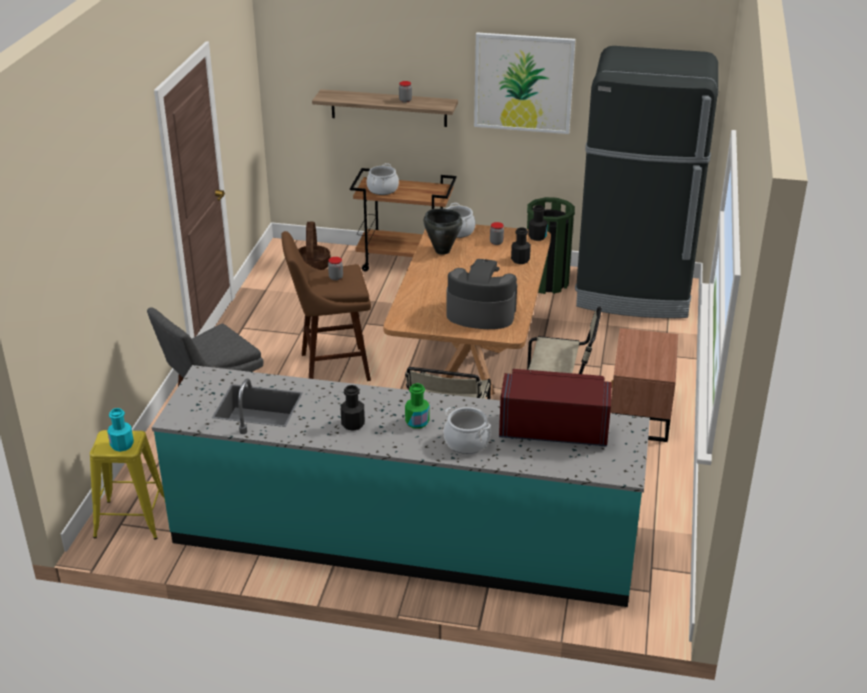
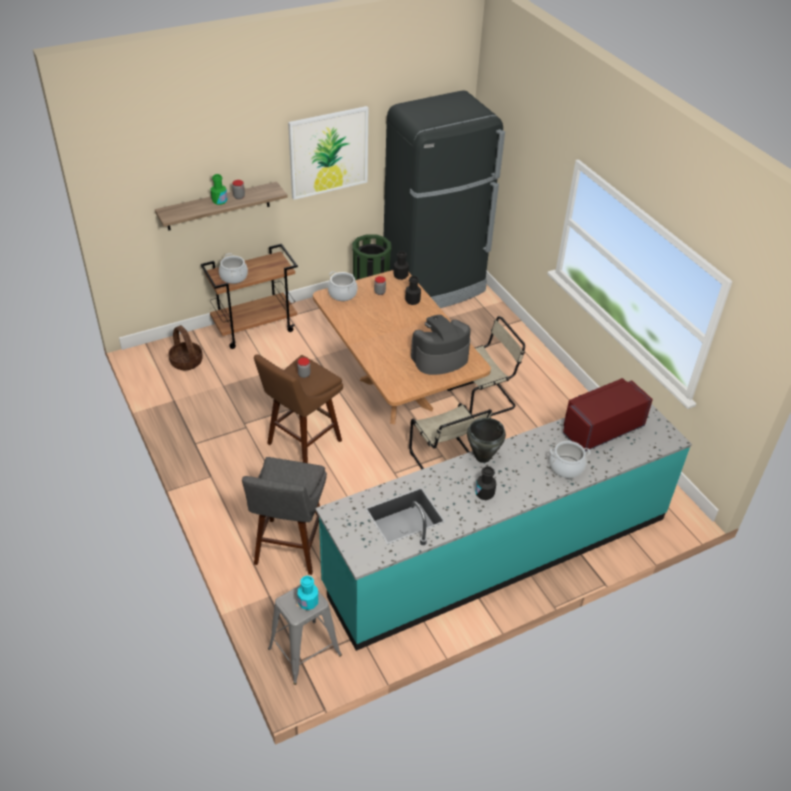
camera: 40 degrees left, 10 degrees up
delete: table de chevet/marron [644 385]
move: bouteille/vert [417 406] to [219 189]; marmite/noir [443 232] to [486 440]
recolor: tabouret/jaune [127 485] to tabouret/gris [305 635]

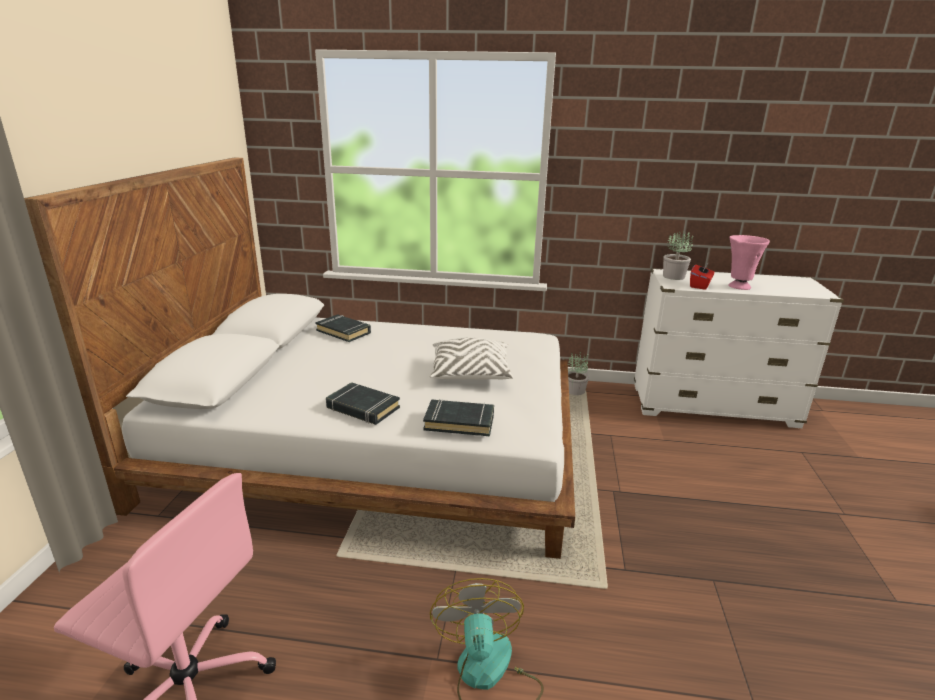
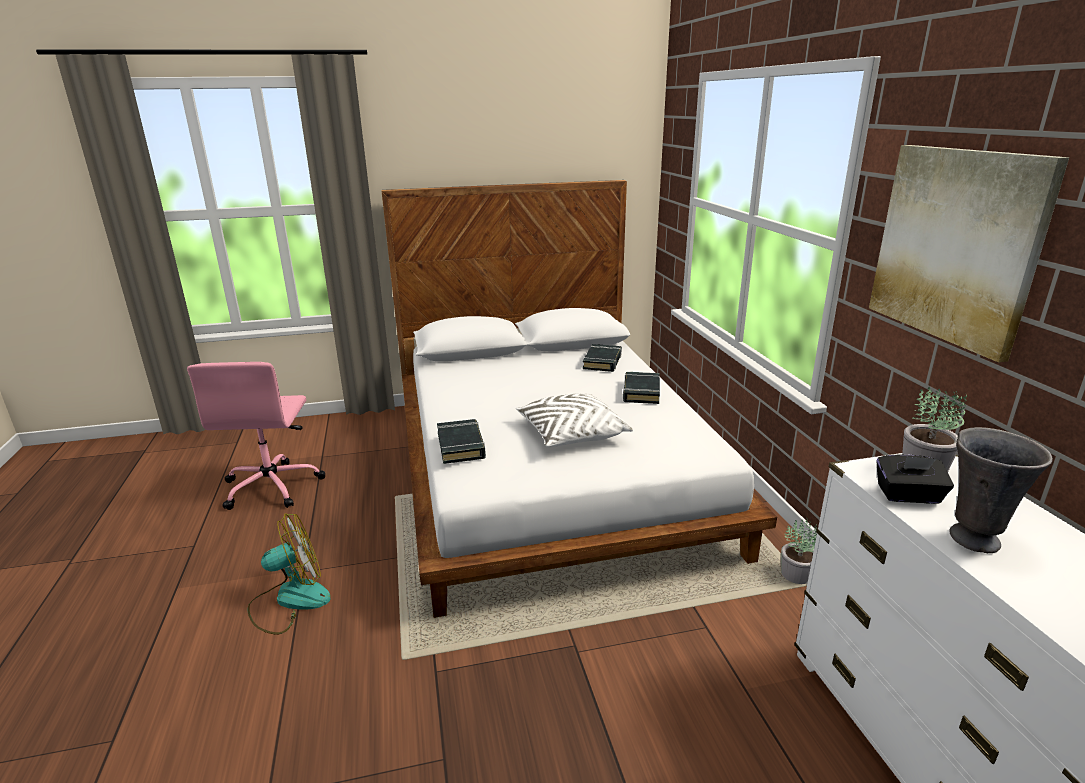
camera: 70 degrees right, 0 degrees up
insert: tableau [969 253]
move: livre/noir [363 403] to [641 388]
recolor: boîte à mouchoirs/rouge [702 275] to boîte à mouchoirs/noir [915 479]; vase/rose [749 262] to vase/gris [1001 490]

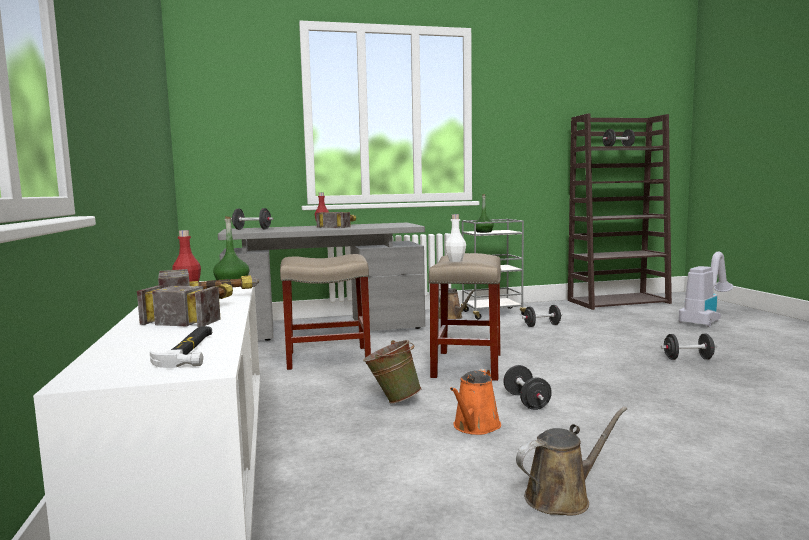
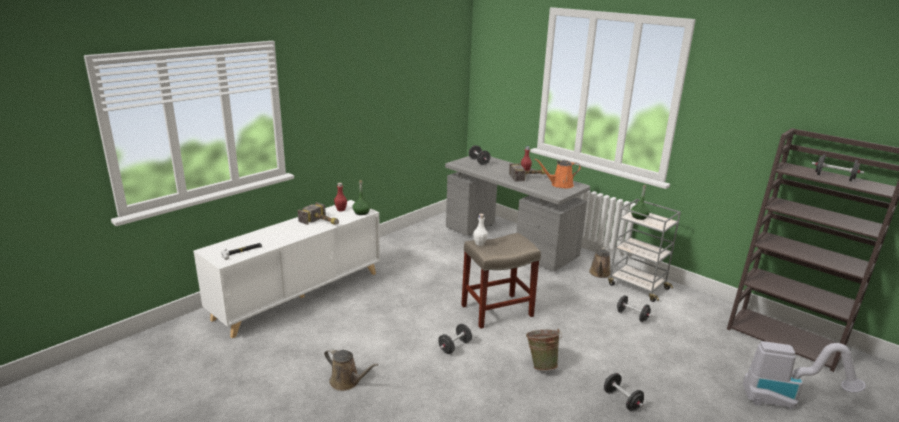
camera: 55 degrees right, 15 degrees up
delete: marteau [185 305]; tabouret/beige [325 312]
move: seau/vert [392 371] to [544 350]; arrosoir/orange [475 402] to [558 173]

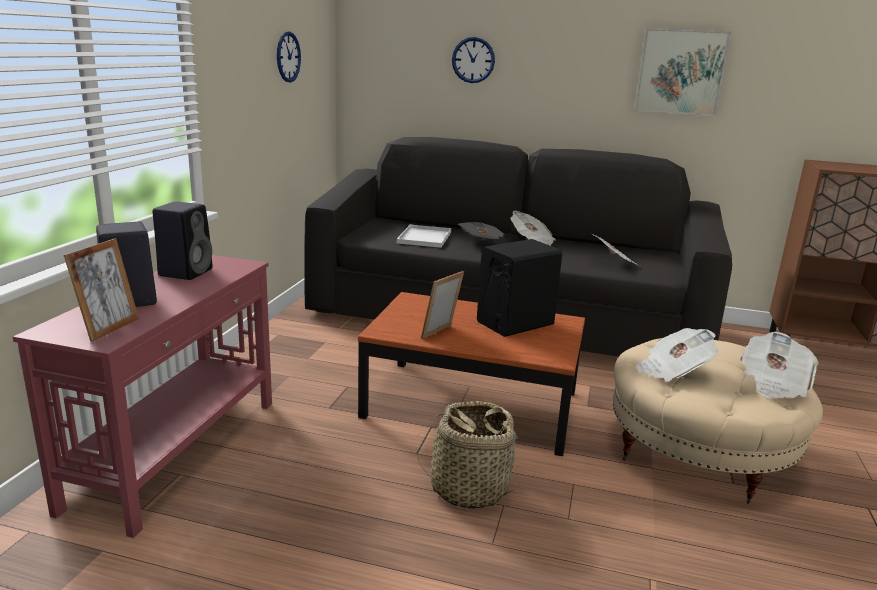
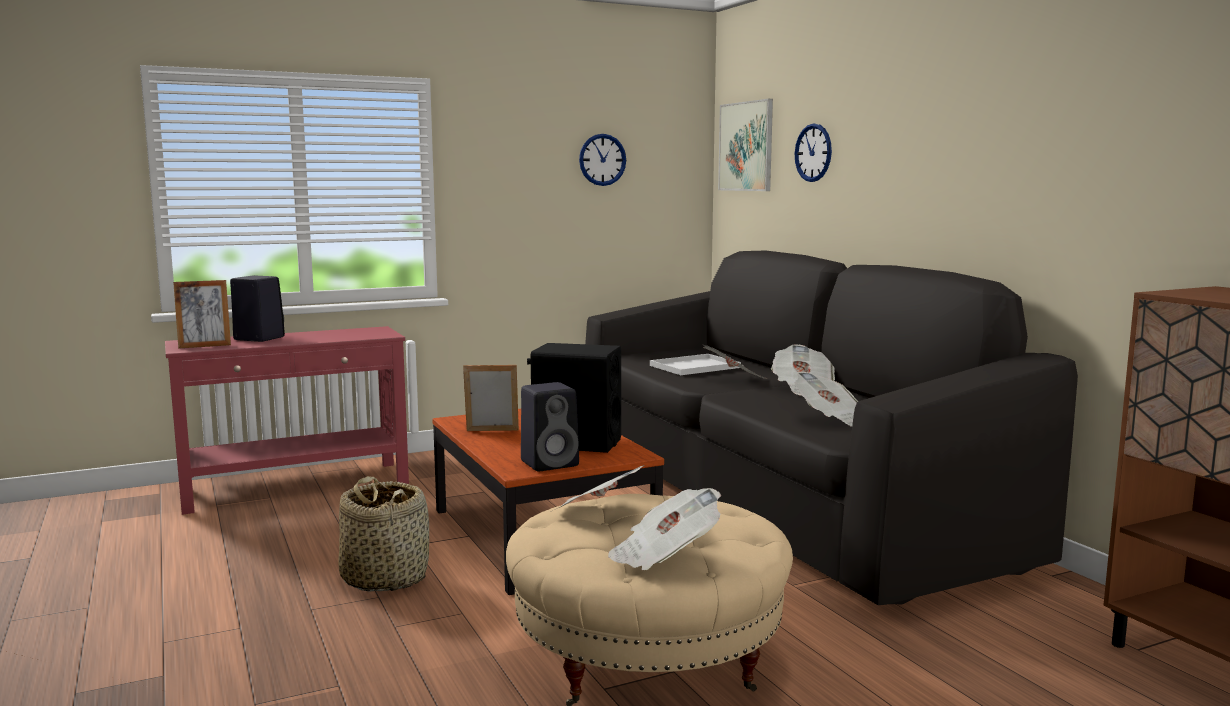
camera: 50 degrees right, 10 degrees down
move: enceinte/noir [182 240] to [550 426]; tableau [682 72] to [745 145]

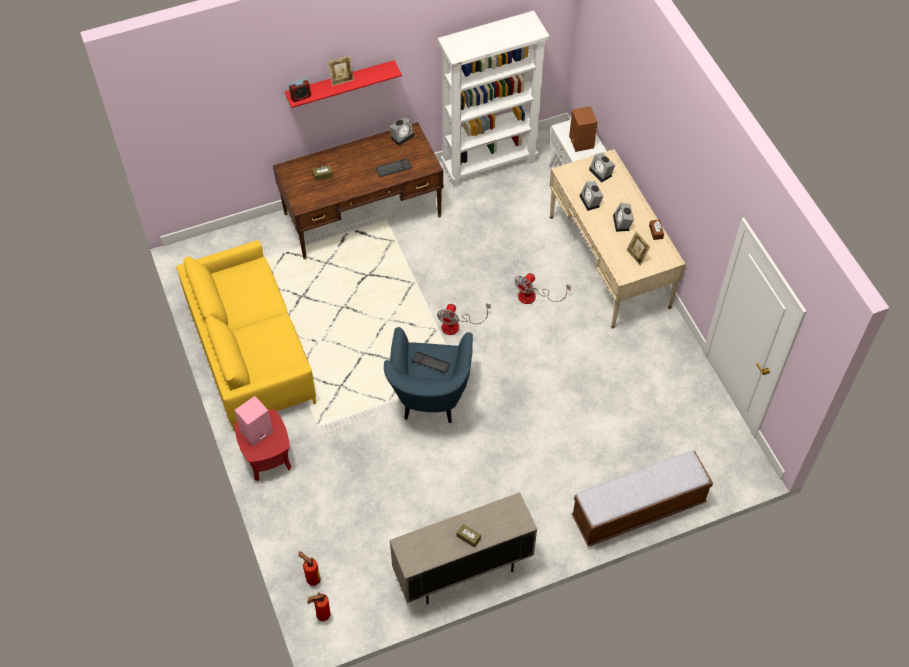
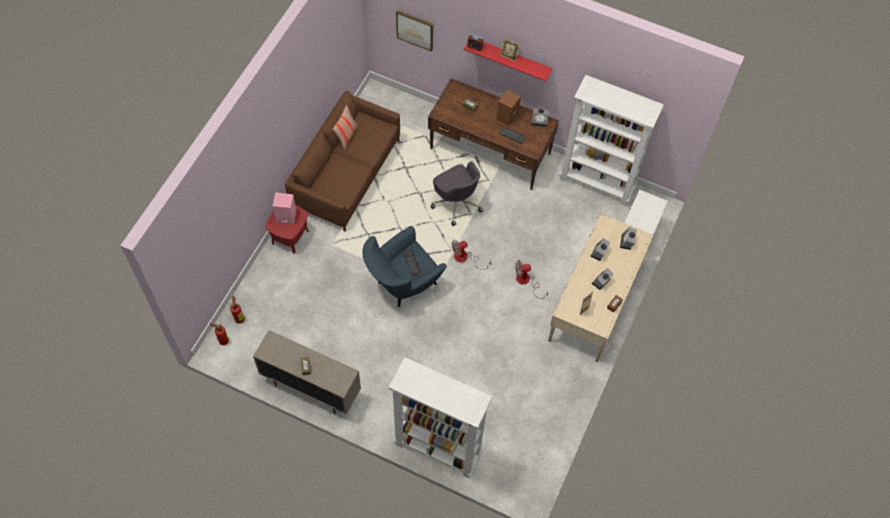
camera: 45 degrees right, 5 degrees up
insert: coussin [345 127]; tableau [414 31]; chaise de bureau/gris [457 193]
move: enceinte/marron [583 129] to [509 108]
replace: banc [642 499] to bibliothèque/blanc [441 417]
recolor: canapé/jaune [246 336] to canapé/marron [342 161]

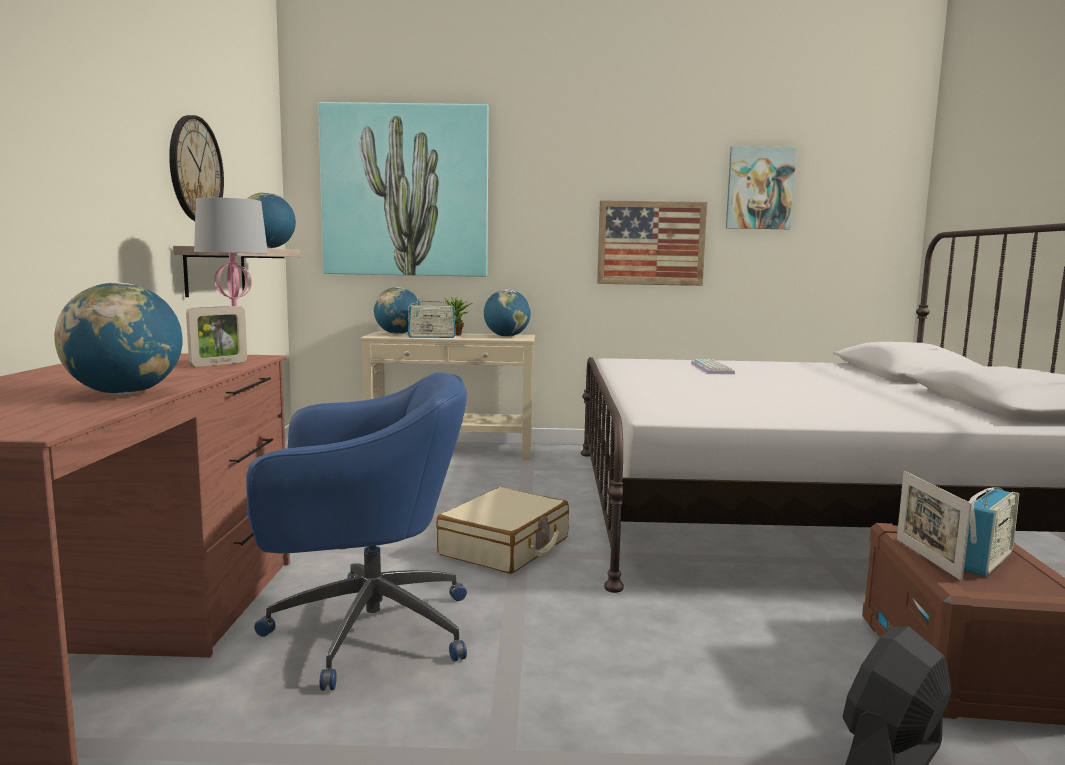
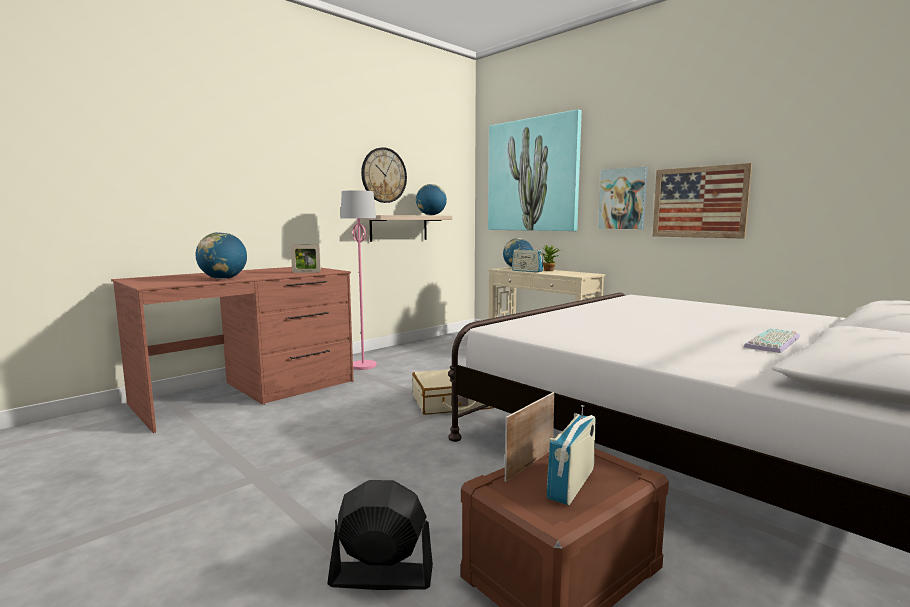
camera: 45 degrees right, 0 degrees up
delete: chaise de bureau/bleu [356 531]; globe [507 313]
move: clavier [713 366] to [772 340]; tableau [761 187] to [623 197]
rotate: radio [992 532] = [571 455] 120 degrees clockwise

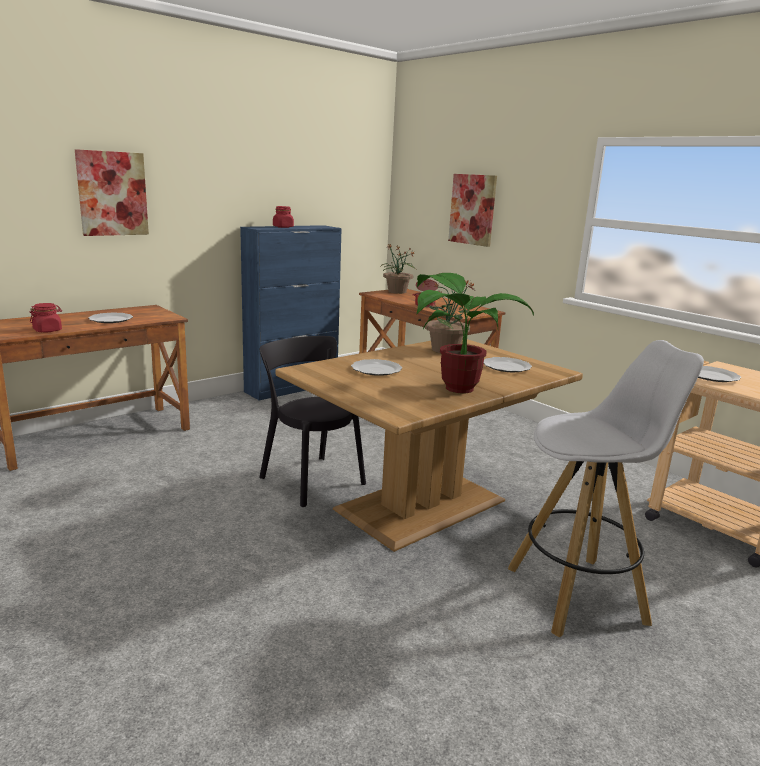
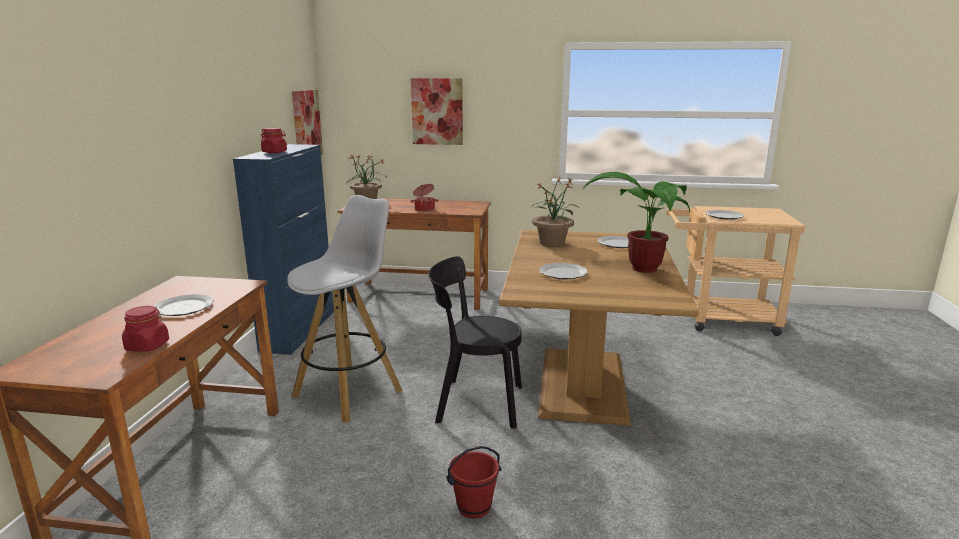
camera: 40 degrees left, 0 degrees up
insert: seau/rouge [474 482]
move: tableau [112 192] to [307 122]; tabouret/blanc [606 488] to [345 309]

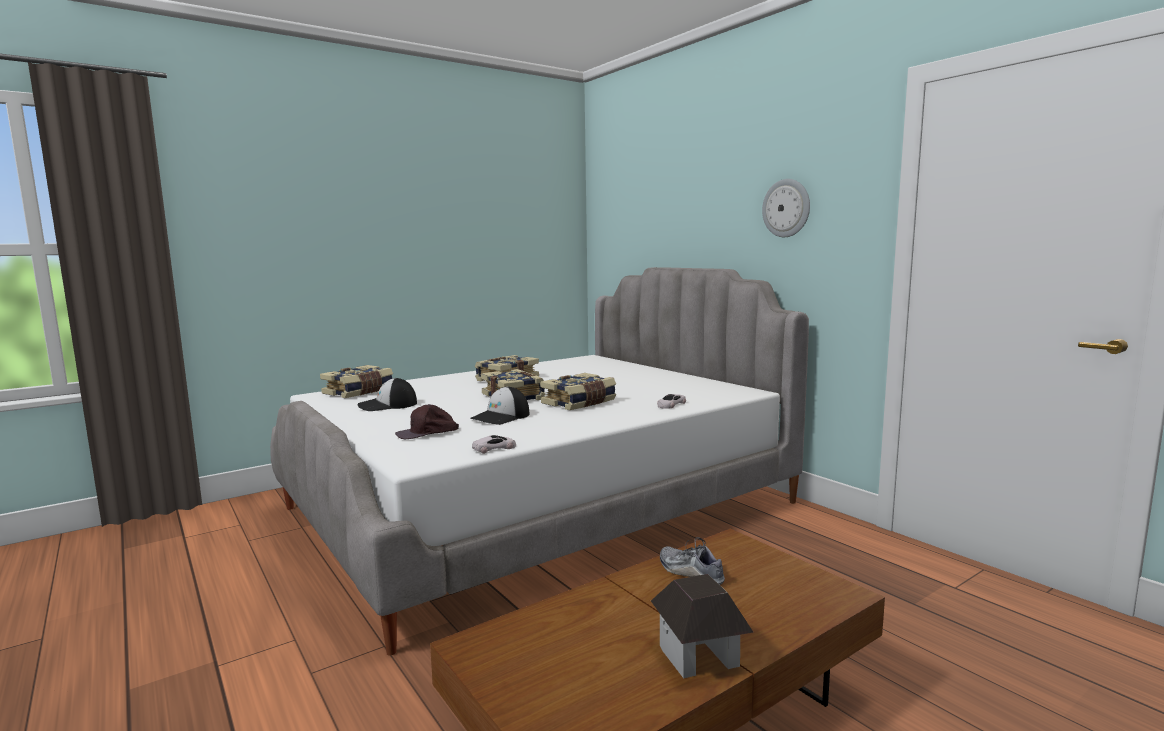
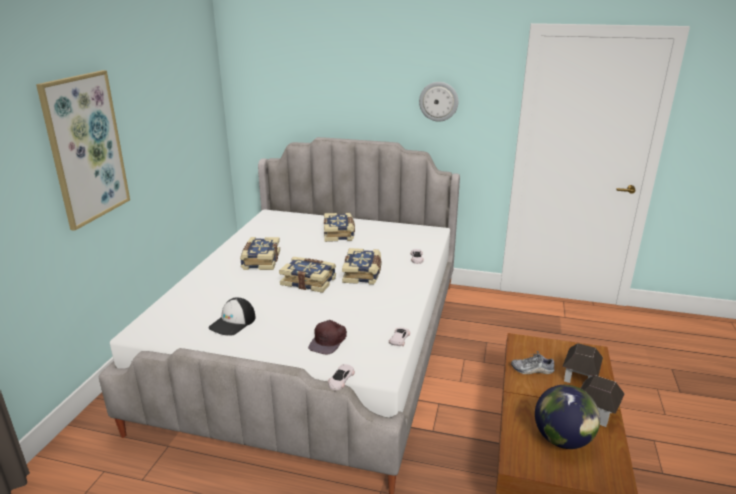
camera: 40 degrees left, 15 degrees up
delete: casquette [500 405]
insert: tableau [83 150]; petite voiture/blanc [341 377]; globe [567 417]; maison miniature [582 363]
move: livre [356 381] to [339 227]

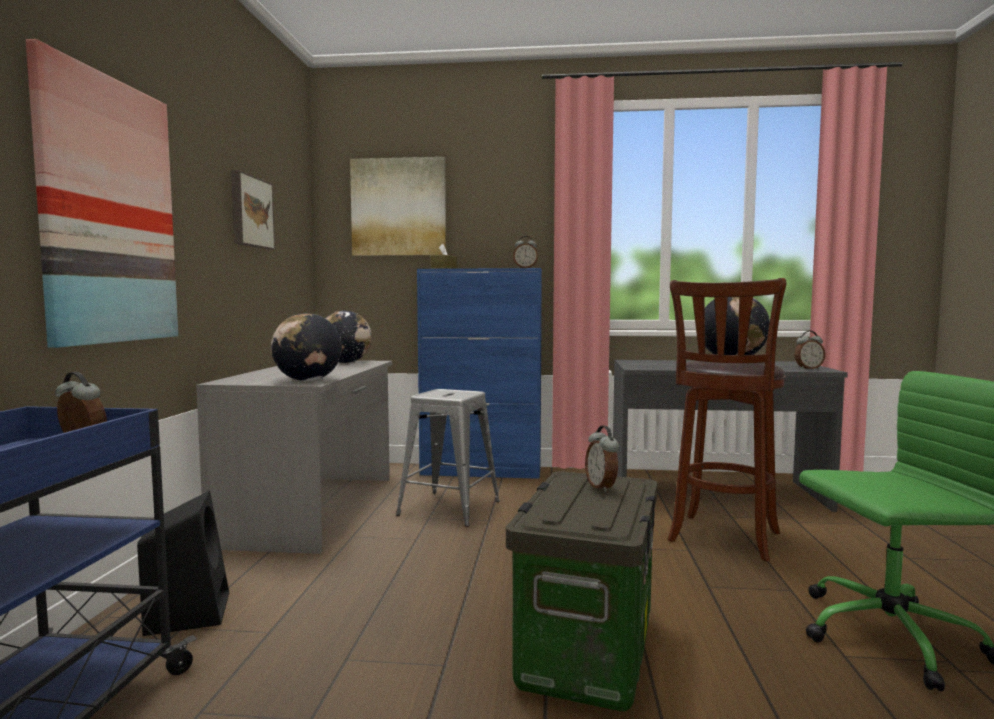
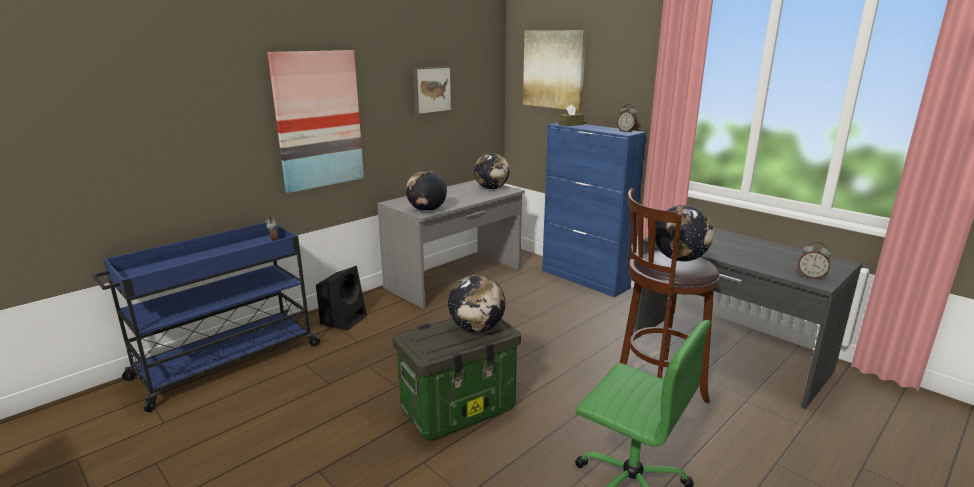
camera: 40 degrees right, 15 degrees up
delete: tabouret/gris [448 458]
replace: réveil [602 459] to globe [476 303]

